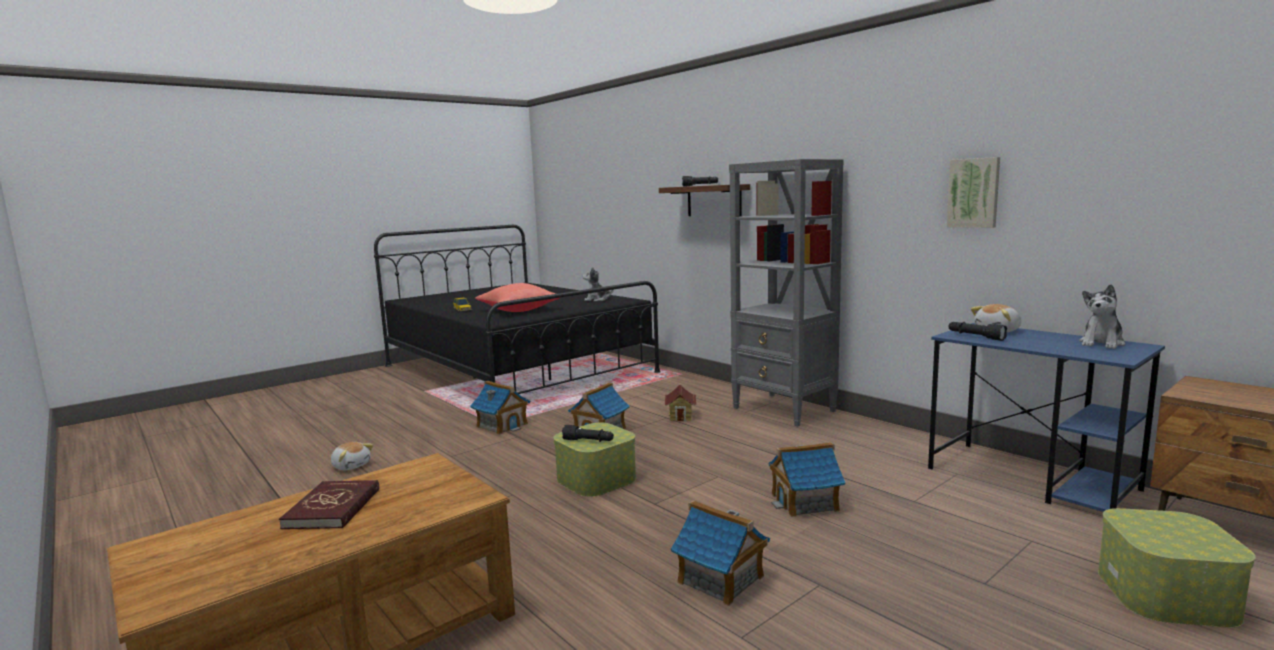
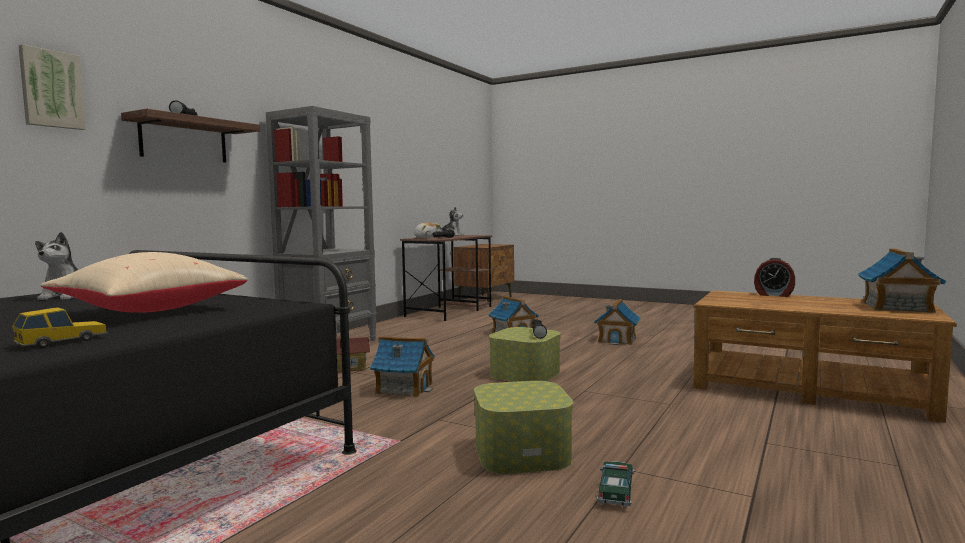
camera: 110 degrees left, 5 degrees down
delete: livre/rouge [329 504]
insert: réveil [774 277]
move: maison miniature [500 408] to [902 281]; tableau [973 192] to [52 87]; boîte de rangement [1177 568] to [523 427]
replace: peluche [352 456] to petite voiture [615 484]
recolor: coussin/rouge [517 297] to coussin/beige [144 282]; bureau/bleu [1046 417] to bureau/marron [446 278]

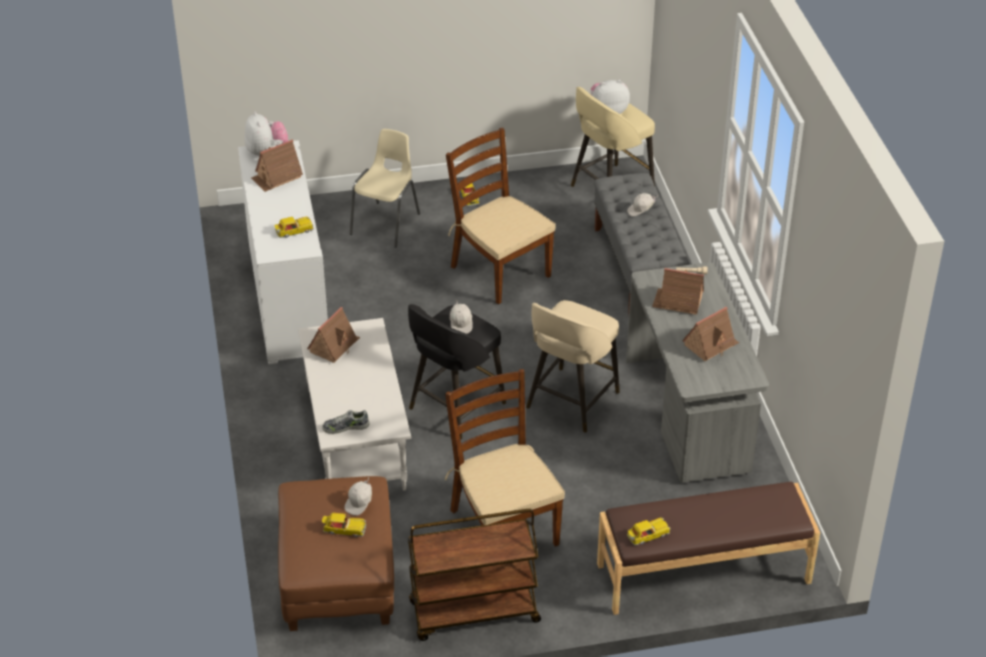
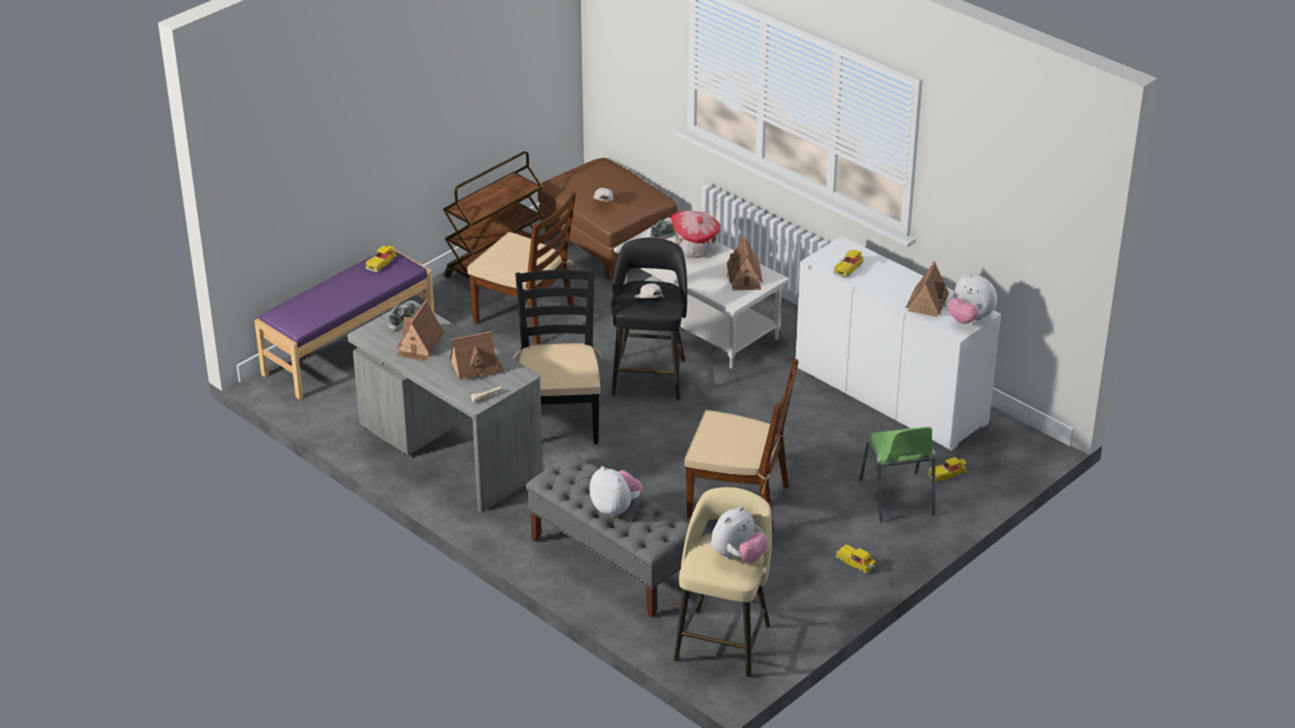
camera: 145 degrees right, 5 degrees down
insert: chaussure [402 316]; maison miniature [695 234]
move: petite voiture [344 525] to [947 470]
replace: tabouret/beige [573 366] to chaise/noir [557 357]; casquette/blanc [642 204] to peluche [616 491]
recolor: chaise/beige [385 188] to chaise/vert [897 474]; banc/marron [708 548] to banc/violet [344 324]

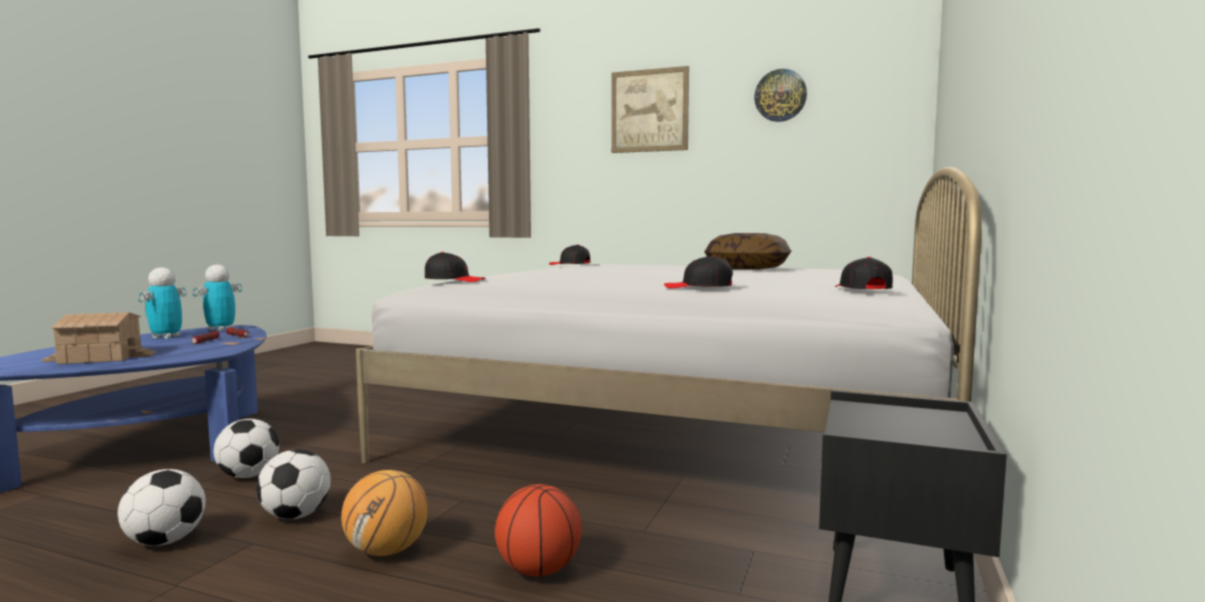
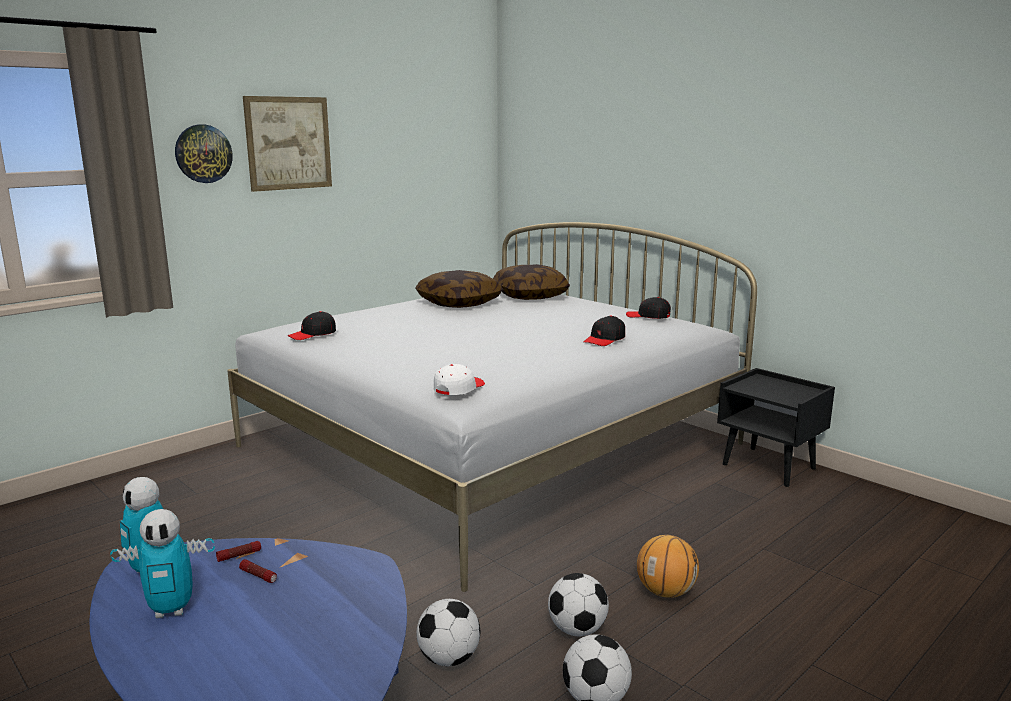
camera: 65 degrees left, 10 degrees up
delete: maison miniature [99 338]; ballon de basket [538 530]
insert: coussin [531 282]
move: horloge murale [780 95] to [204 153]
recolor: casquette/noir [455 267] to casquette/blanc [459 379]
rotate: robot jouet [162 303] = [162 563] 45 degrees counterclockwise

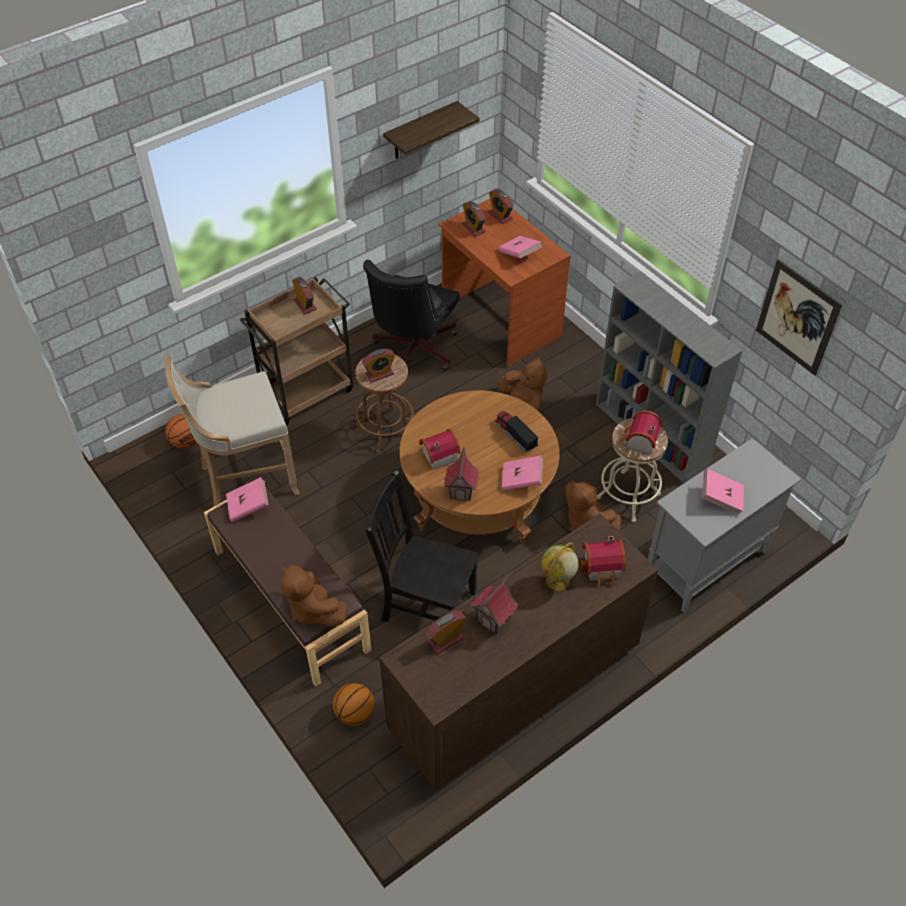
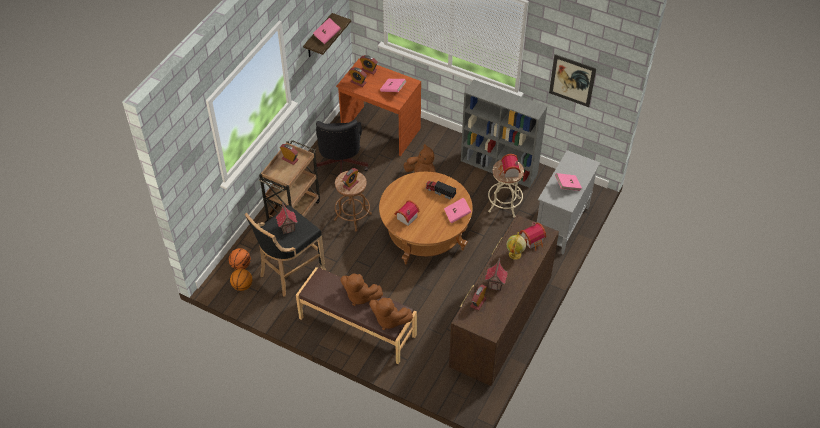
camera: 25 degrees left, 0 degrees up
delete: chaise/noir [421 545]
move: livre/rose [247 499] to [327 31]; ballon de basket [354 704] to [241 280]; maison miniature [461 474] to [286 218]; peluche/marron [593 505] to [362 289]
recolor: tabouret/beige [232 430] to tabouret/noir [285 251]

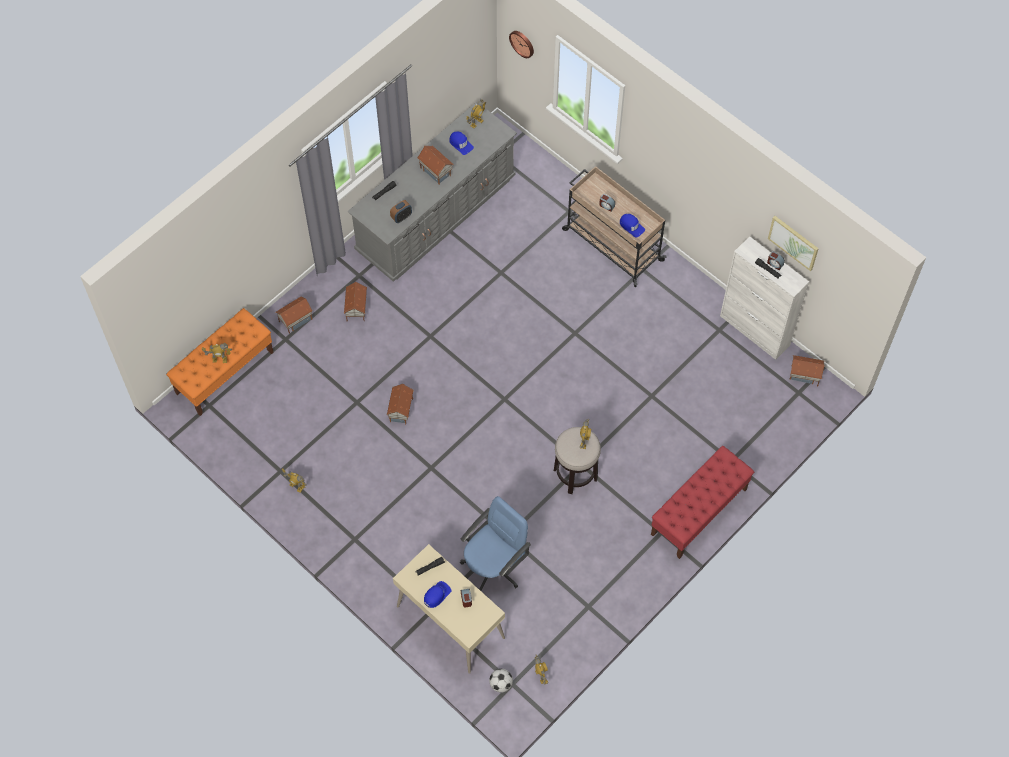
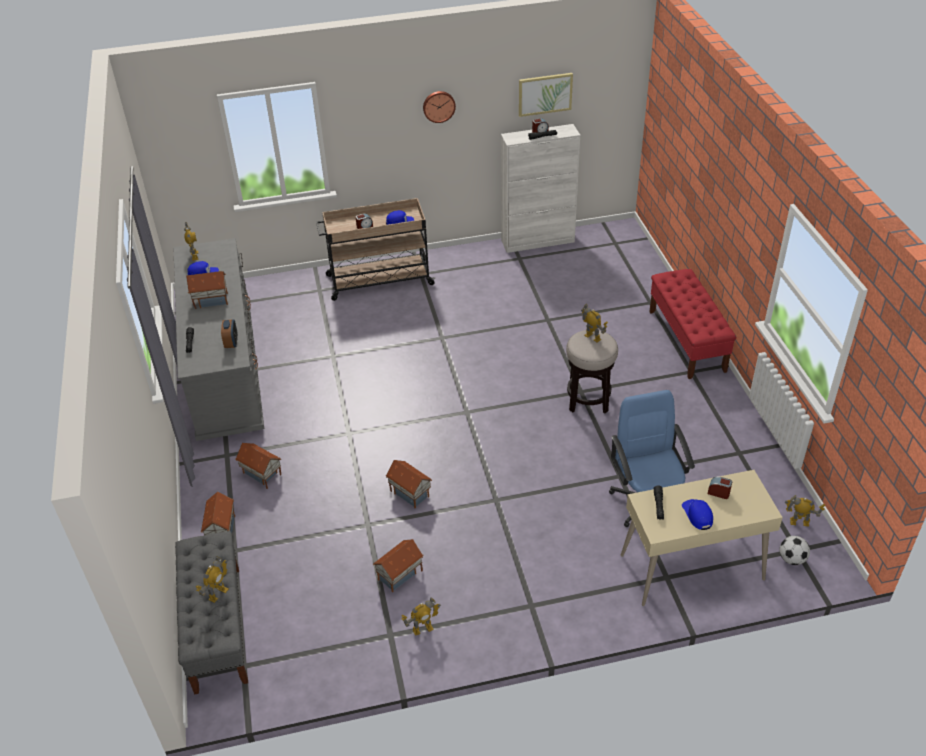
camera: 55 degrees left, 20 degrees down
move: horloge murale [521 44] to [439 107]; maison miniature [807 371] to [398 565]
recolor: banc/orange [220 362] to banc/gris [211 613]

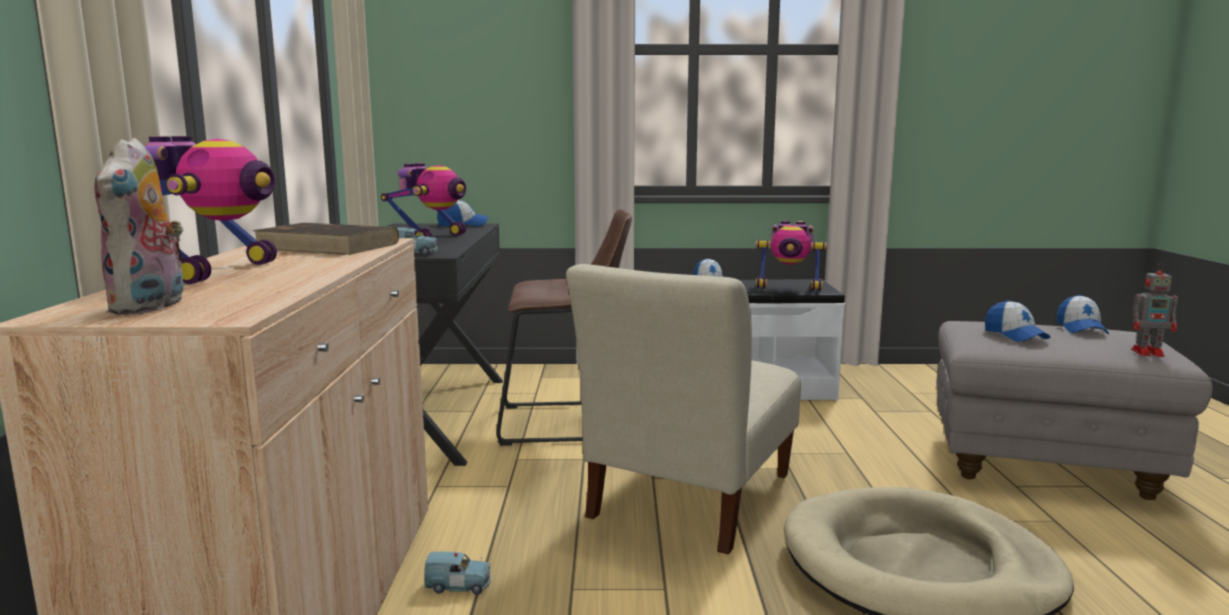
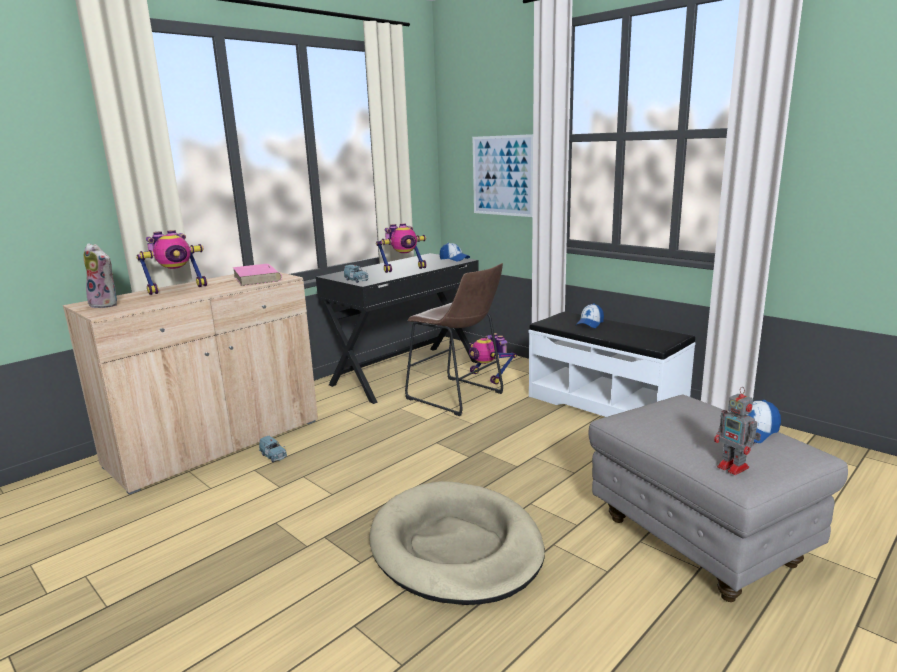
camera: 45 degrees right, 5 degrees up
delete: chaise/beige [683 409]; casquette [1017 321]
insert: tableau [503 175]
move: robot jouet [791 256] to [493 359]
recolor: livre/marron [325 239] to livre/rose [257 275]
rotate: peluche [138 226] = [100 275] 105 degrees counterclockwise

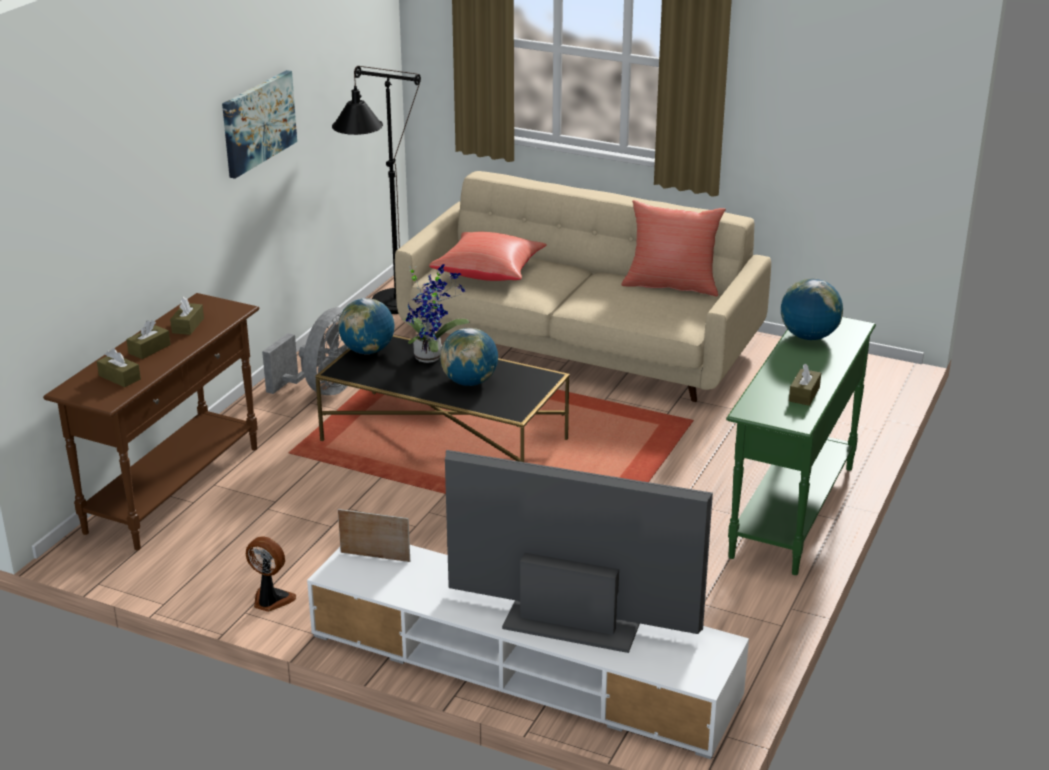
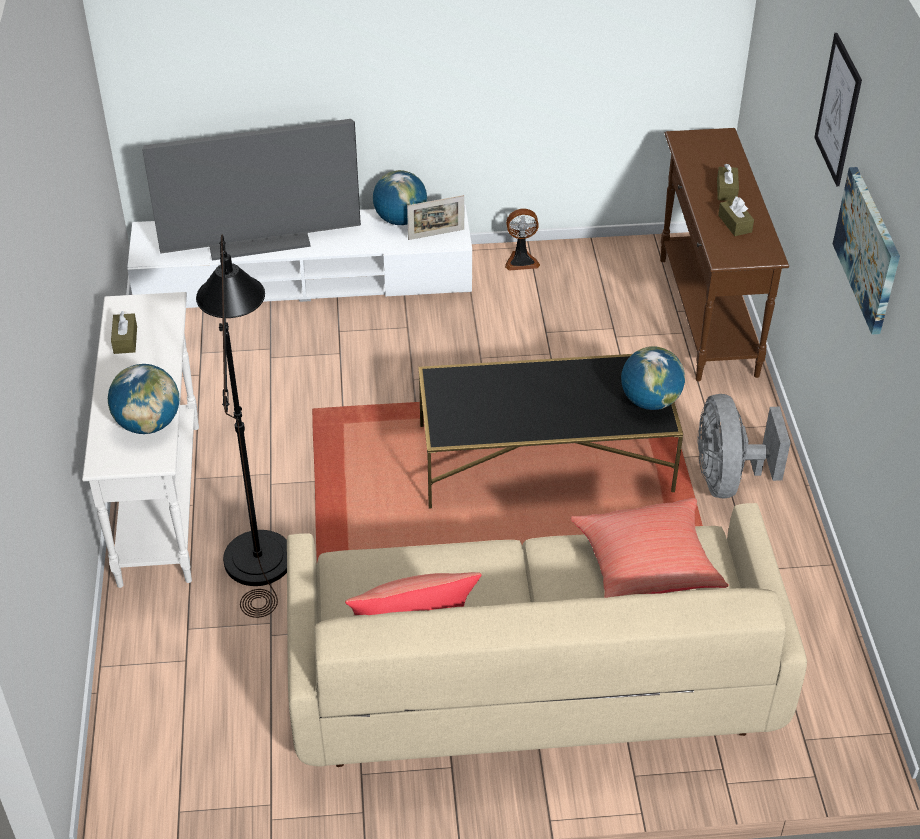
camera: 150 degrees right, 15 degrees up
delete: boîte à mouchoirs/marron [119 367]; plante en pot [436 313]
insert: tableau [838 109]
move: lampadaire/noir [376 190] to [241 426]; globe [469 357] to [400 197]
recolor: table console/vert [801 446] to table console/blanc [140 440]

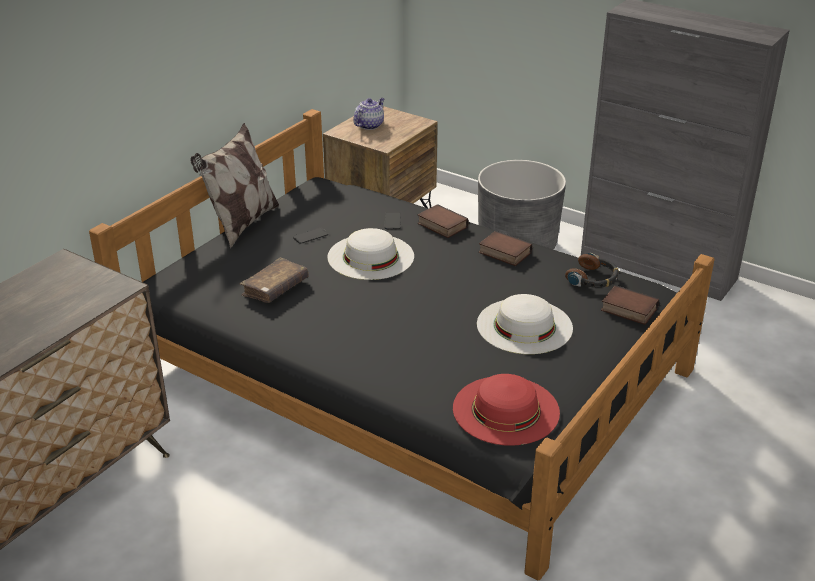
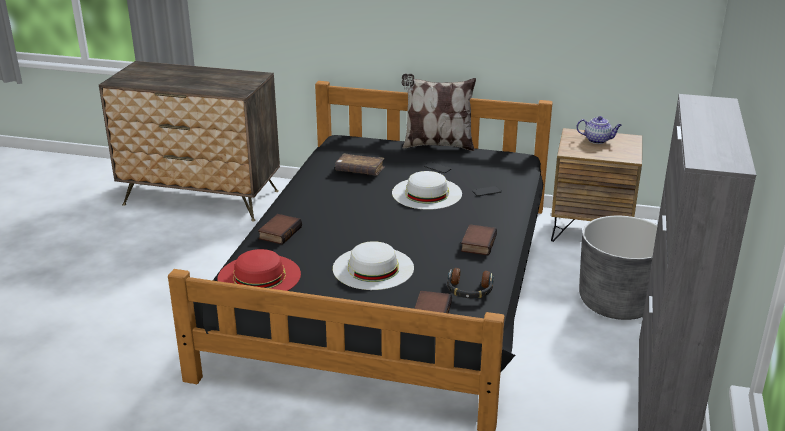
camera: 70 degrees right, 5 degrees down
move: livre [443 221] to [280 229]

